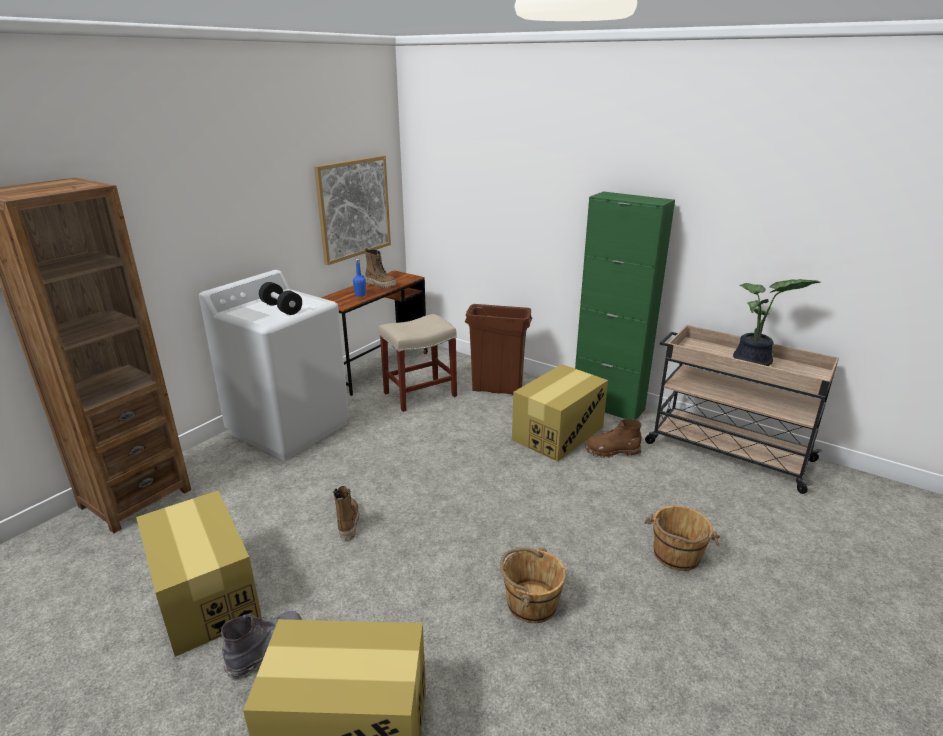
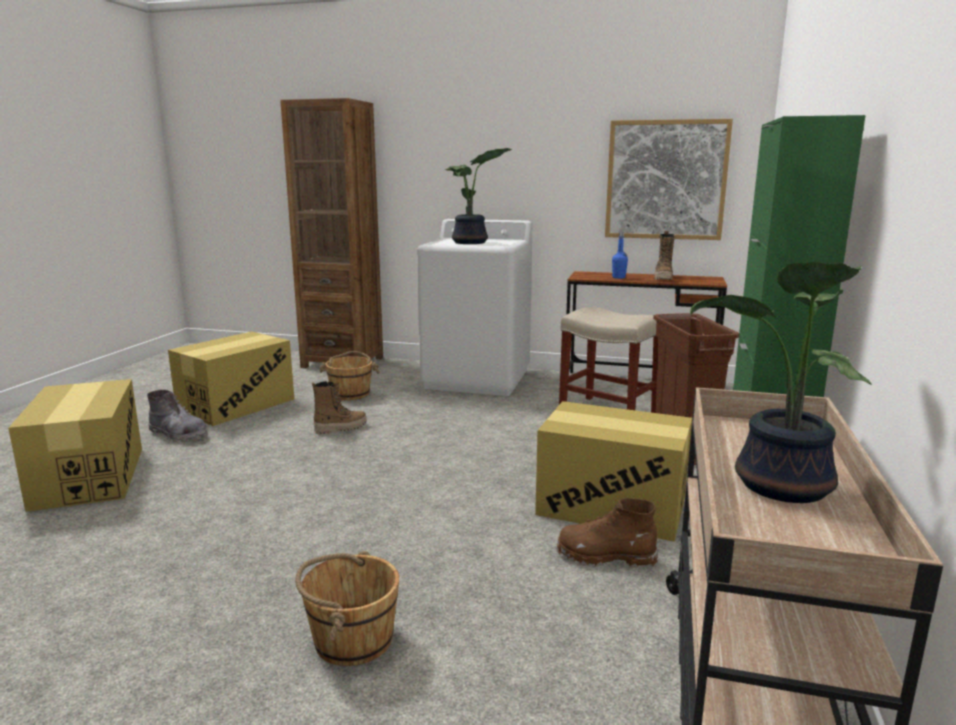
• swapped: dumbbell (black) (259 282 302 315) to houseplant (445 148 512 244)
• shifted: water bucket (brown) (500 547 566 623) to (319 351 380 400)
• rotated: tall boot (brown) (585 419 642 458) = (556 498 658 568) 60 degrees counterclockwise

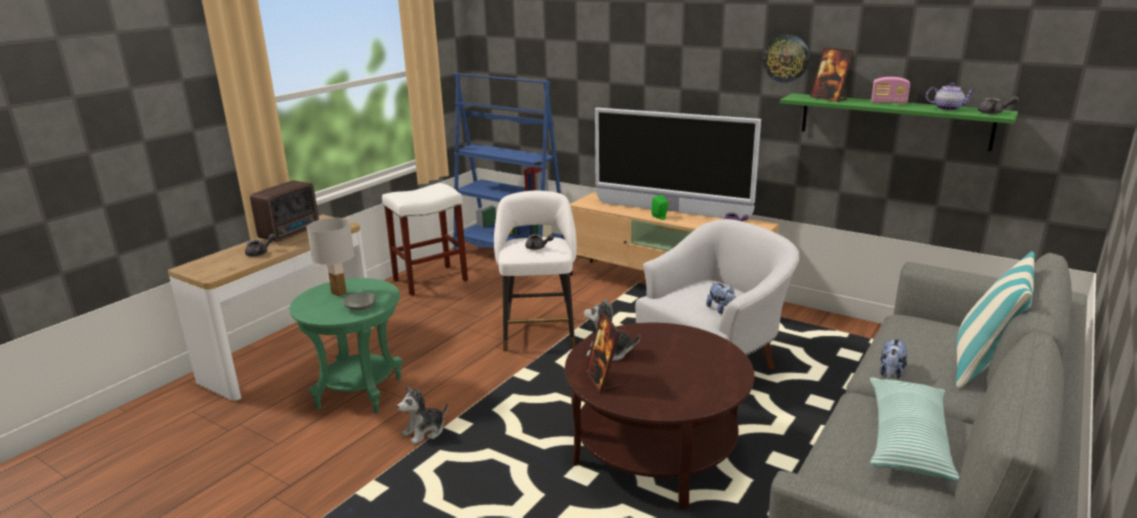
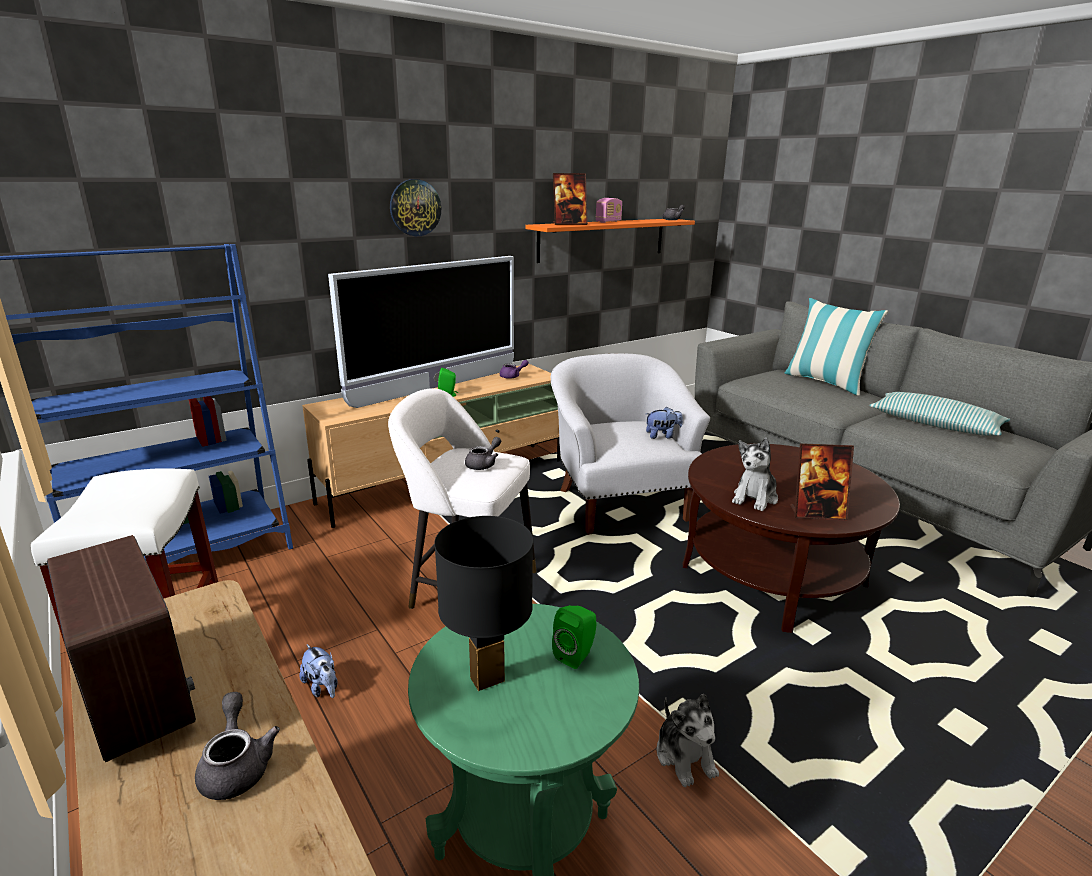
• repainted: tabletop lamp (white-coloured) (307 218 354 297) to tabletop lamp (black) (434 516 533 691)
• swapped: bowl (gray) (343 292 377 310) to loudspeaker (green-coloured) (552 605 596 669)
• shifted: clock on the wall (762 34 810 83) to (390 179 441 236)
• repainted: wall shelf (green-coloured) (780 93 1018 151) to wall shelf (orange) (525 219 695 263)
• shifted: plush toy (880 337 907 379) to (299 644 338 698)
• gone: teapot (926 83 975 111)

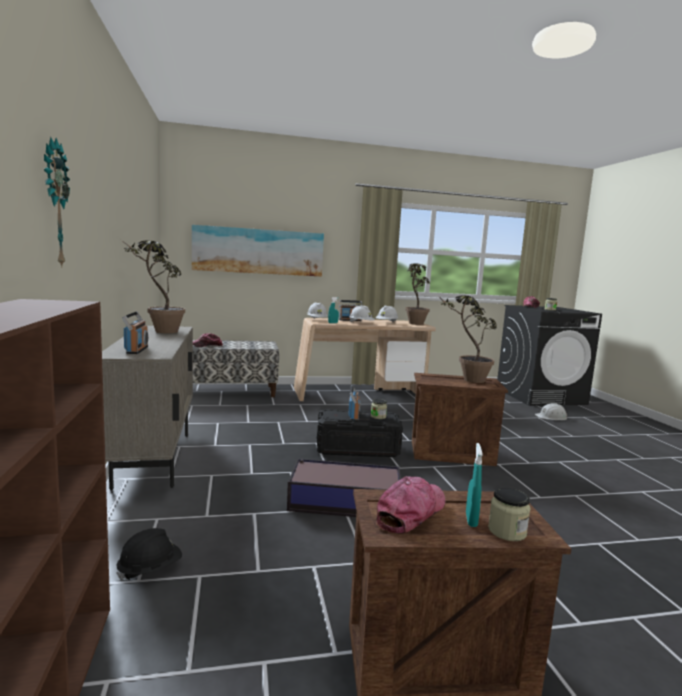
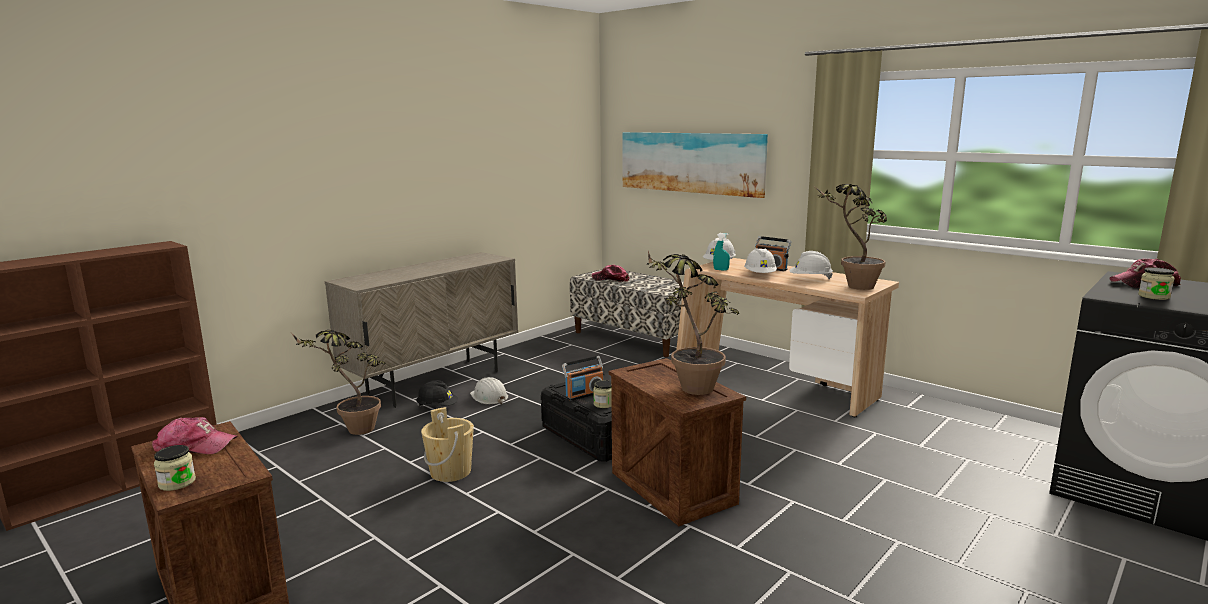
• gone: clock on the wall (44 137 70 267)
• shifted: hard hat (black) (116 528 182 581) to (416 380 458 406)
• shifted: houseplant (121 240 185 333) to (292 330 386 435)
• gone: radio (122 311 148 354)
• swapped: storage bin (287 458 401 517) to water bucket (beige) (421 407 474 482)
• gone: hand sprayer (turquoise) (466 443 483 527)
• shifted: hard hat (white-coloured) (535 403 567 420) to (470 377 508 404)

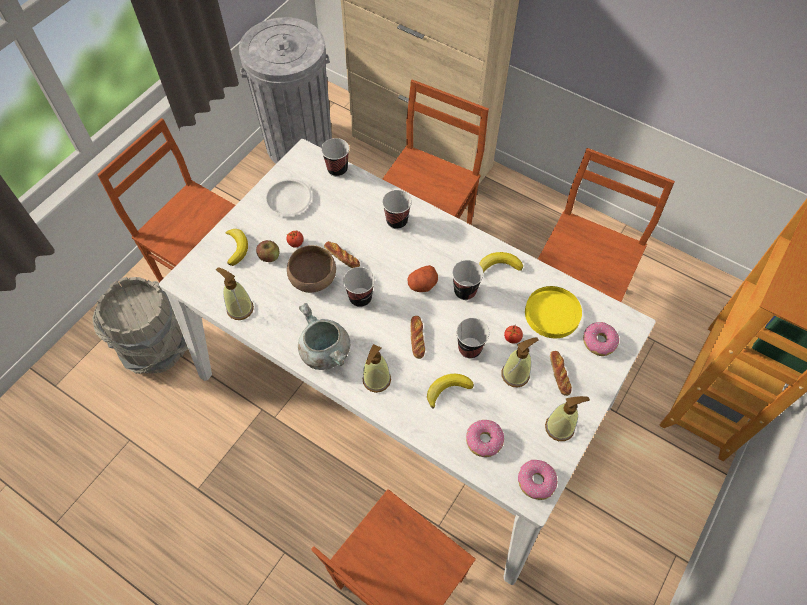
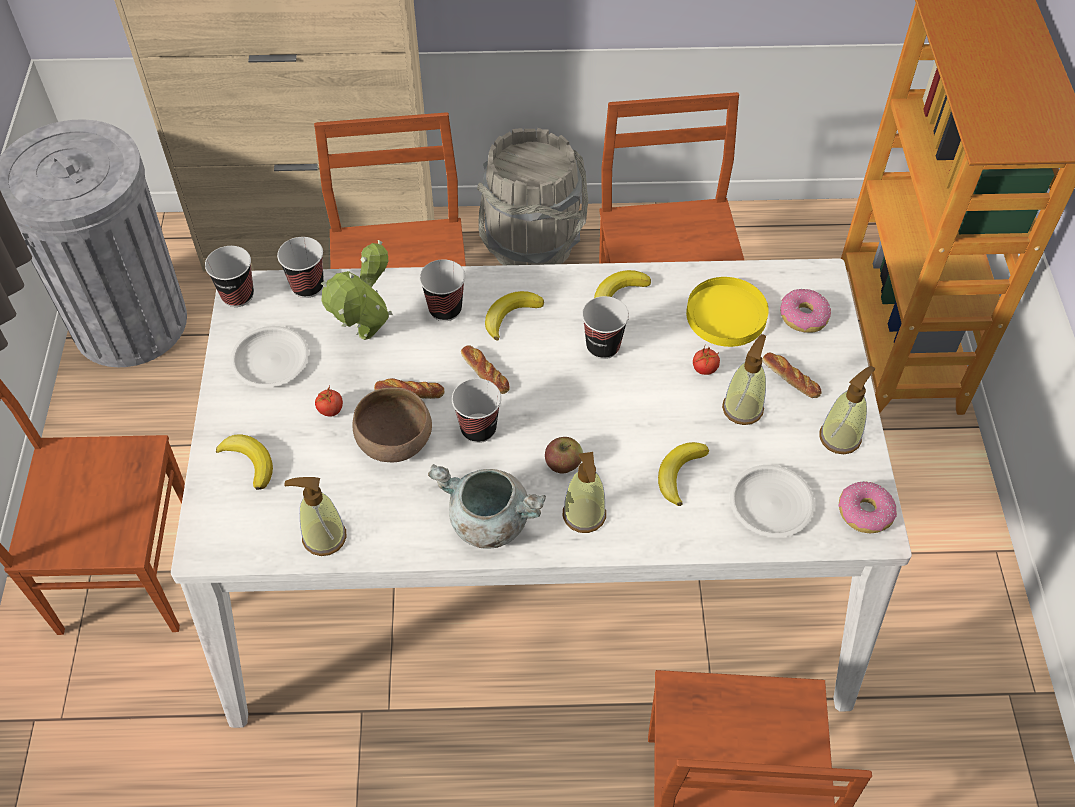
• shifted: water bucket (gray) (92 277 188 374) to (477 128 588 265)
• shifted: apple fruit (256 240 279 262) to (545 437 583 474)
• gone: potato (407 265 438 292)
• shifted: bread (410 316 425 359) to (461 345 510 394)
• shifted: cup (456 318 489 358) to (205 246 254 307)
• swapped: doughnut (466 420 504 457) to plate (white-coloured) (730 465 815 537)
• new: houseplant (321 240 393 340)
• new: banana (485 291 544 341)

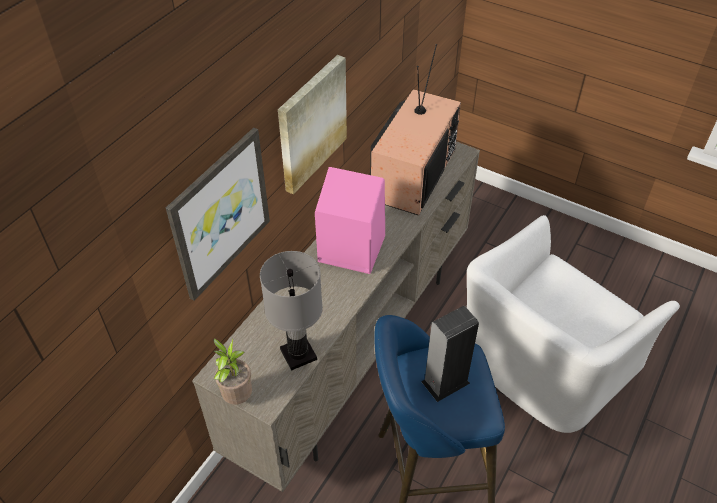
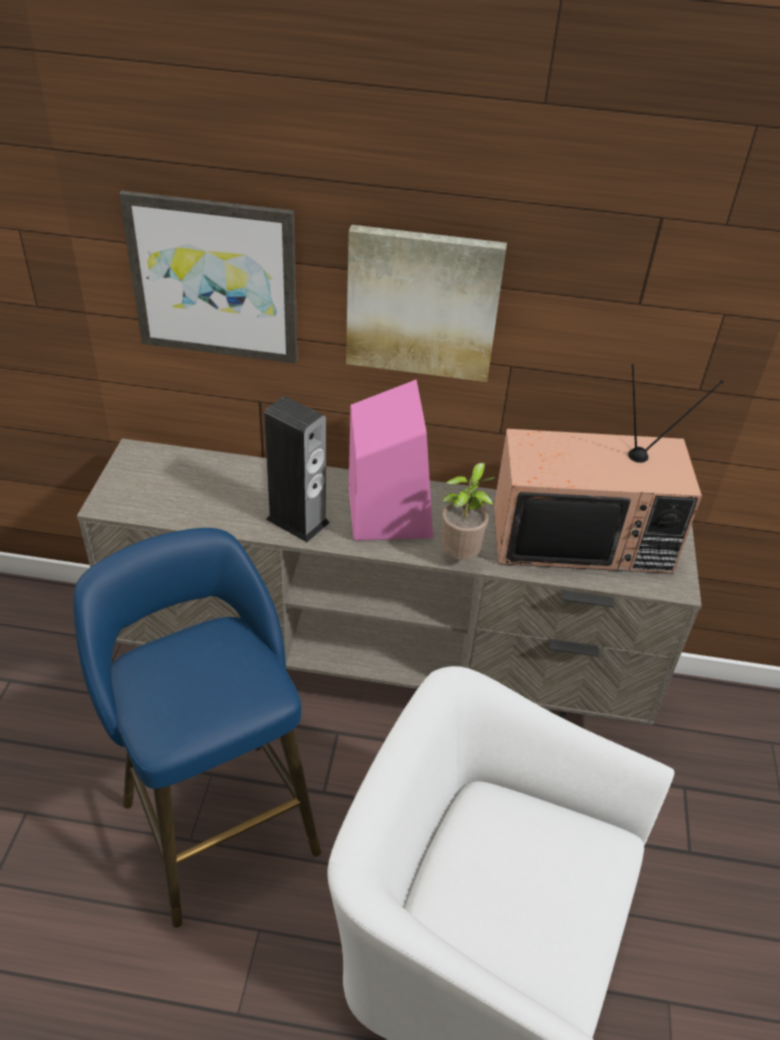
• shifted: houseplant (214 338 252 405) to (441 463 496 560)
• gone: tabletop lamp (gray) (260 251 323 371)
• shifted: loudspeaker (422 306 479 402) to (264 396 330 542)

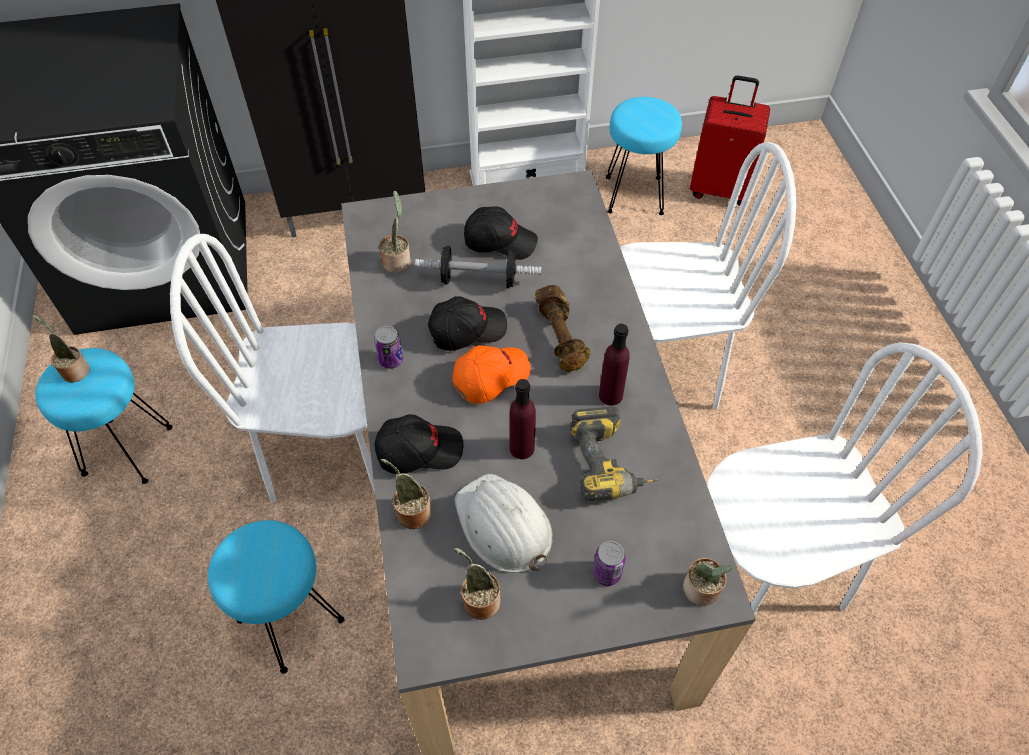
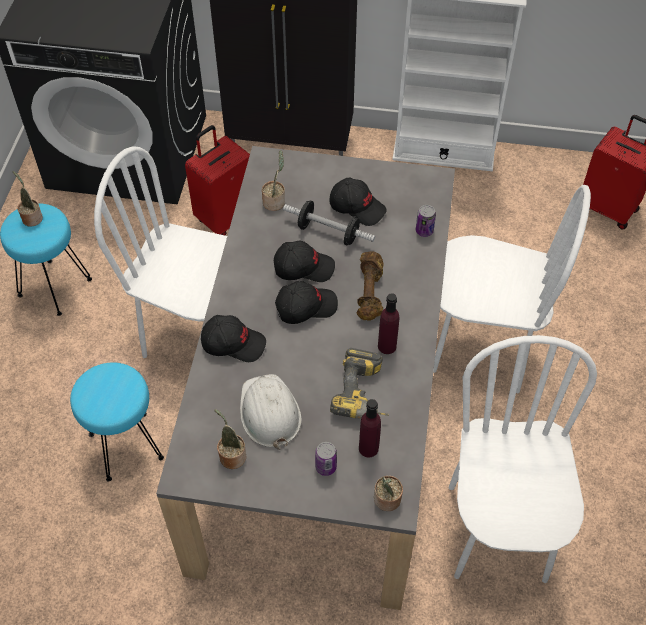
• shifted: sealed can (374 326 403 369) to (416 205 436 237)
• gone: houseplant (381 459 432 529)
• repainted: cap (orange) (453 345 531 404) to cap (black) (275 281 338 324)
• shifted: bottle (purplish) (509 379 536 459) to (359 399 381 457)
• gone: stool (turquoise) (606 97 682 215)
• rotated: chair (white-coloured) (707 342 982 615) = (449 335 597 583) 90 degrees counterclockwise
• new: suitcase (red) (185 125 250 235)

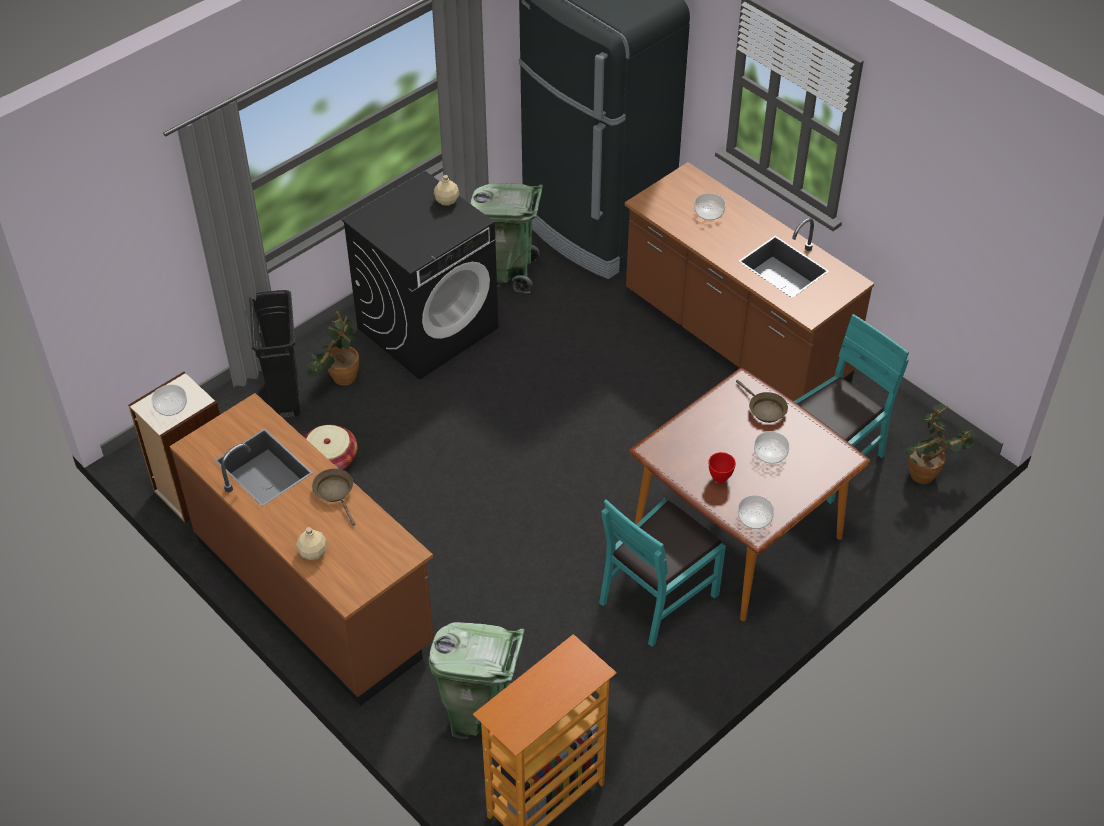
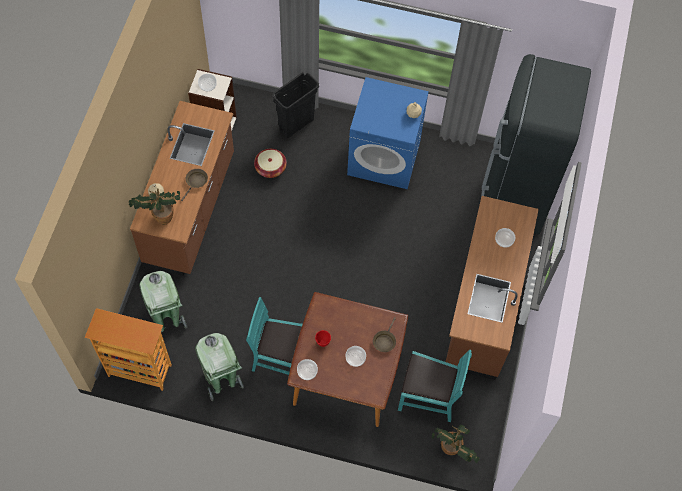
• shifted: houseplant (306 311 359 386) to (129 188 180 224)
• repainted: laundry machine (black) (342 171 499 380) to laundry machine (blue-coloured) (347 77 429 189)
• shifted: rubbish bin (green-coloured) (470 183 543 293) to (195 333 244 401)

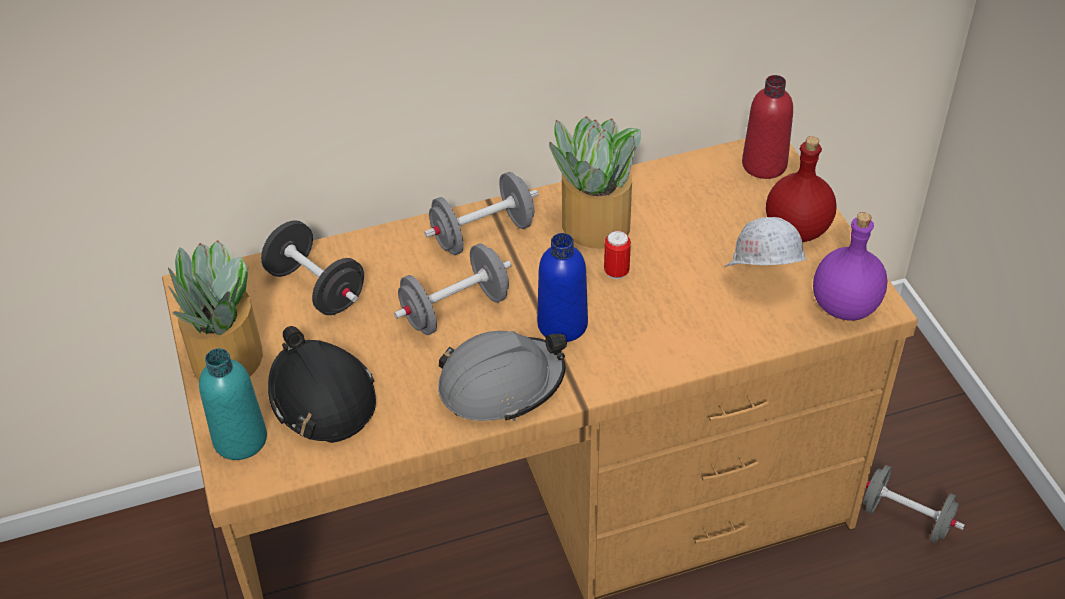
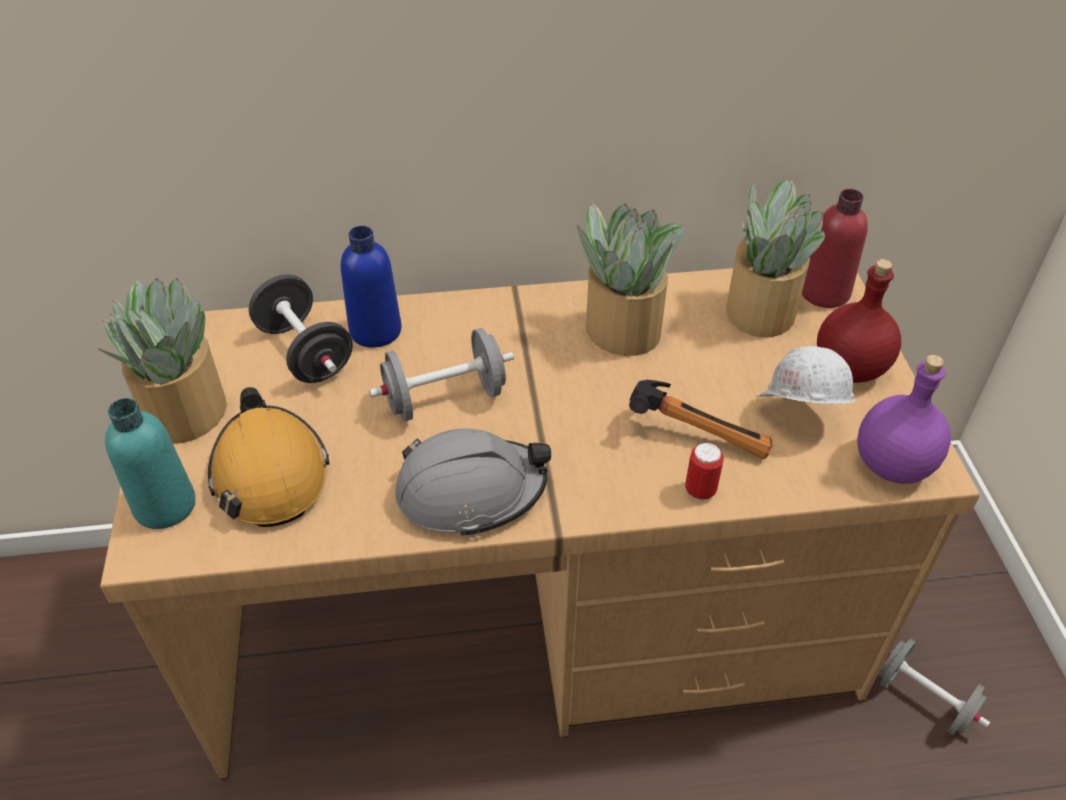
• repainted: hard hat (black) (268 326 376 443) to hard hat (orange) (208 387 330 527)
• gone: dumbbell (gray) (424 172 538 255)
• shifted: bottle (blue-coloured) (537 233 588 342) to (341 226 402 348)
• shifted: sealed can (604 231 631 279) to (685 442 724 501)
• new: hammer (629 380 772 459)
• new: houseplant (726 179 825 337)

